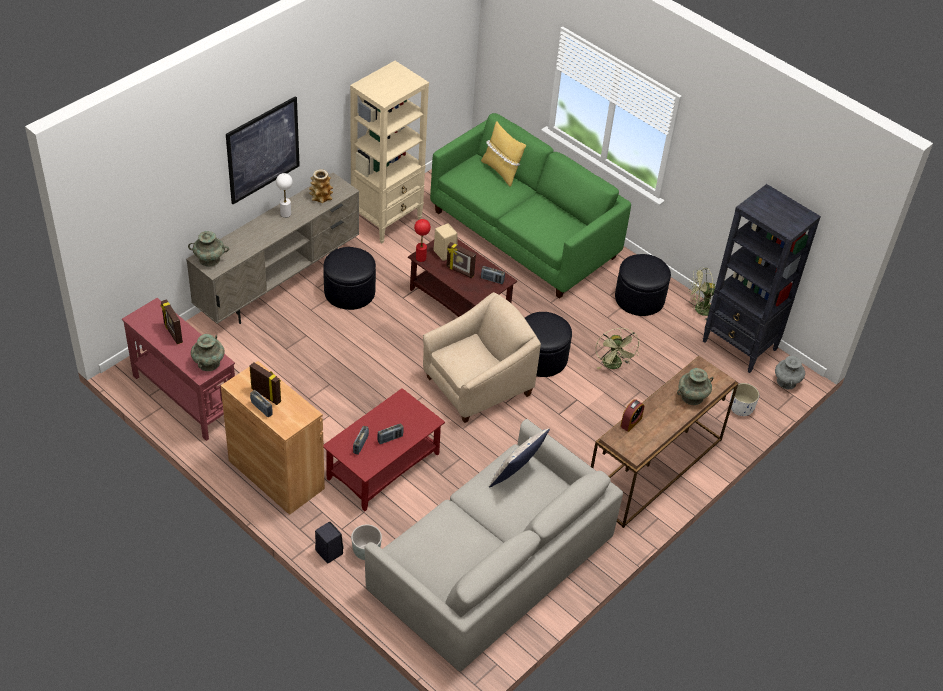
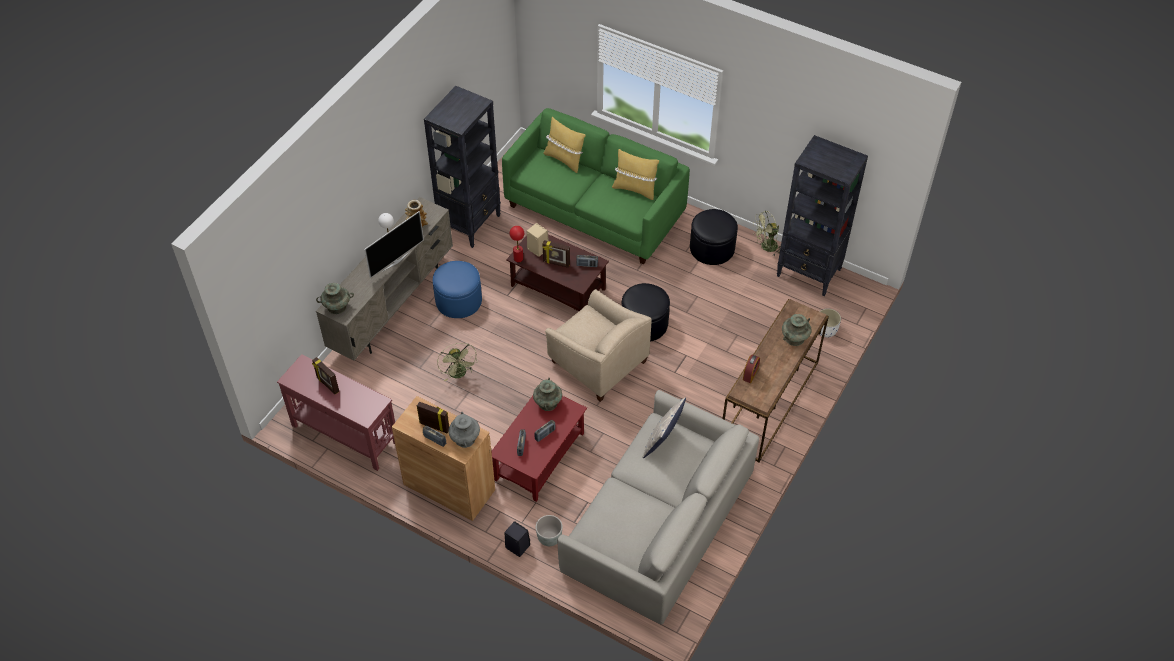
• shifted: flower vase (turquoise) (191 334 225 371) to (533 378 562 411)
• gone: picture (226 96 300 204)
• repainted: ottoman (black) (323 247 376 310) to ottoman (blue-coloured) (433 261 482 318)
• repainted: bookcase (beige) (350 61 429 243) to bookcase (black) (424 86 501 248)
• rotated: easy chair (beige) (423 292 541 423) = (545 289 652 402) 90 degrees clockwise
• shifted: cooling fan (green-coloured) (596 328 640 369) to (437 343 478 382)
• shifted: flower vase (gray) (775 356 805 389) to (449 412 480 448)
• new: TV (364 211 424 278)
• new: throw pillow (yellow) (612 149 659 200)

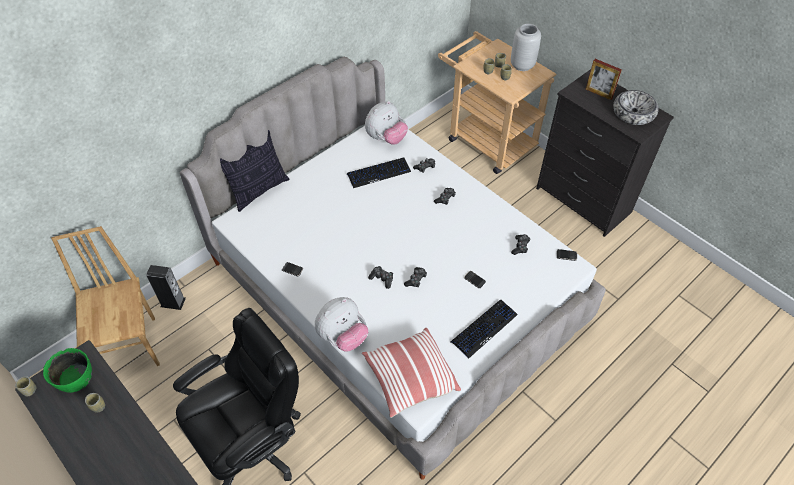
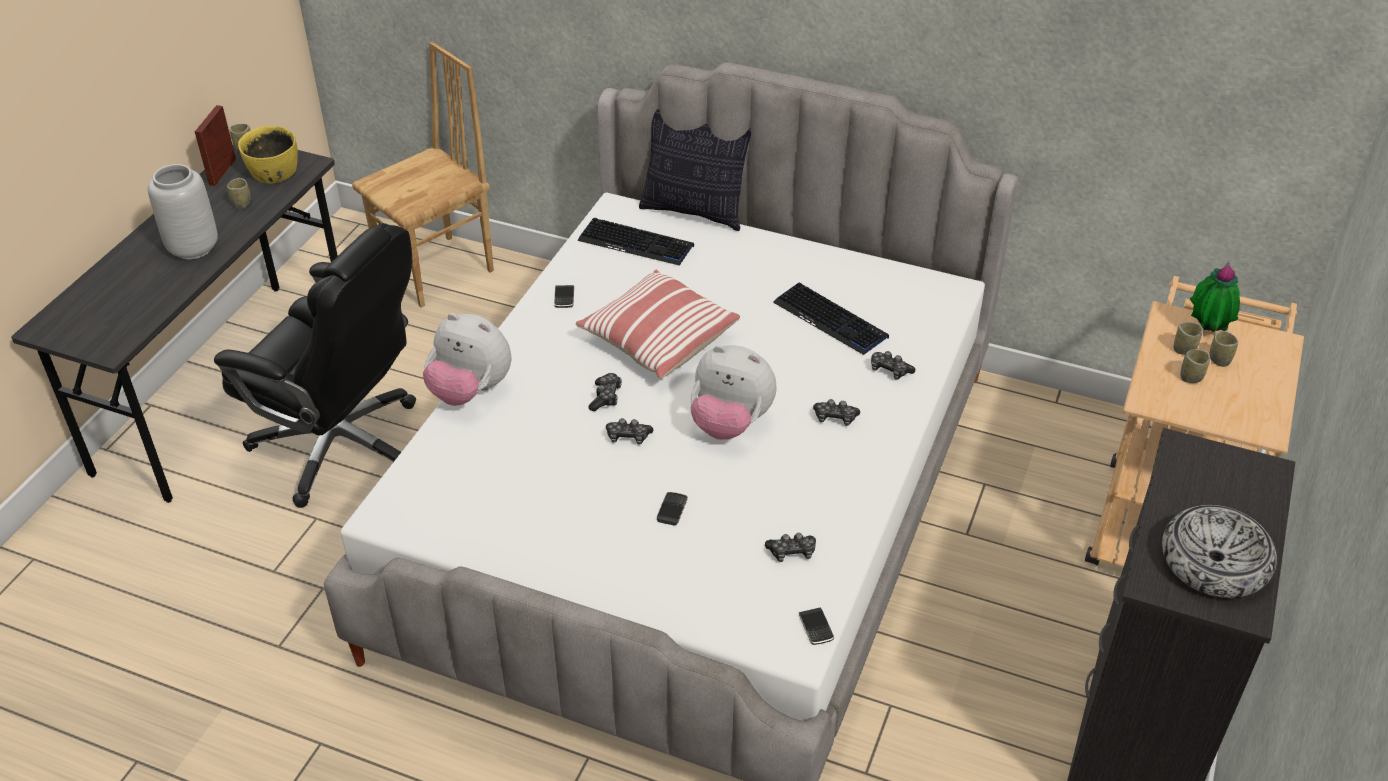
• repainted: bowl (green-coloured) (43 348 92 393) to bowl (yellow) (238 126 298 184)
• gone: loudspeaker (146 265 186 310)
• shifted: throw pillow (362 328 461 418) to (576 270 740 379)
• shifted: plush toy (365 101 408 145) to (690 345 777 440)
• shifted: PC keyboard (451 299 518 359) to (578 218 694 266)
• shifted: flower vase (gray) (511 24 541 71) to (148 164 218 259)
• shifted: standing frame (586 59 622 100) to (195 105 236 186)
• new: houseplant (1190 262 1240 332)

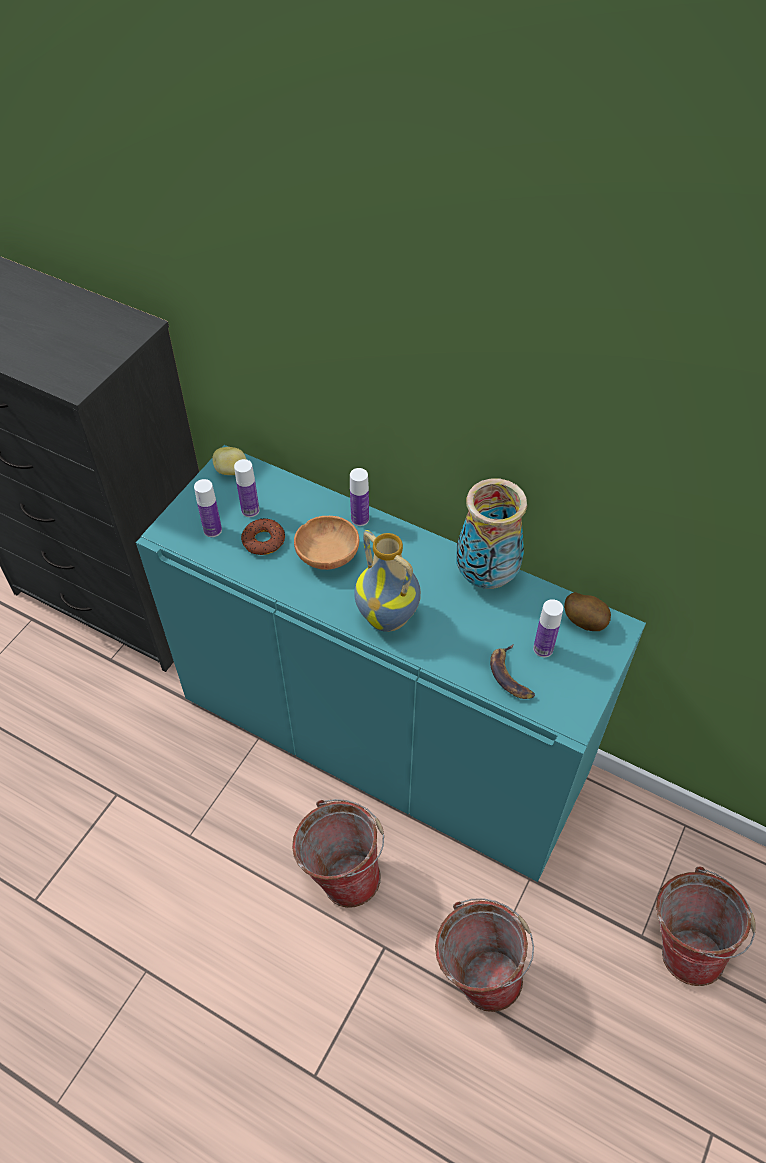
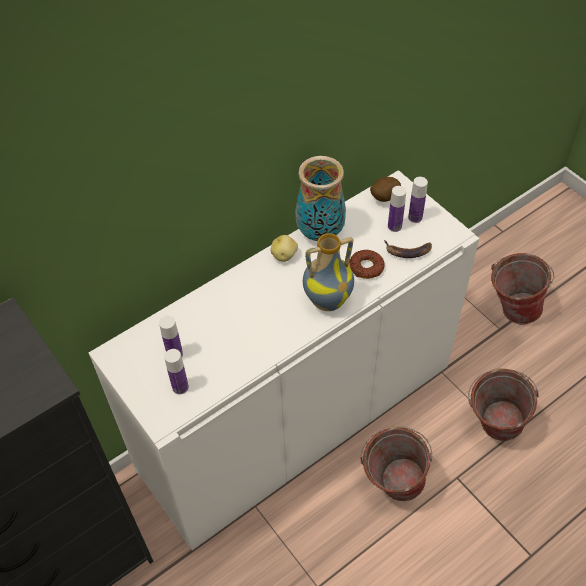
• repainted: cupboard (turquoise) (136 445 646 882) to cupboard (white-coloured) (89 170 479 550)
• shifted: potato (212 447 247 475) to (271 235 298 262)
• shifted: doughnut (241 518 285 555) to (349 250 385 279)
• gone: bowl (brown) (294 516 359 570)
• shifted: bottle (350 468 369 526) to (408 177 428 223)

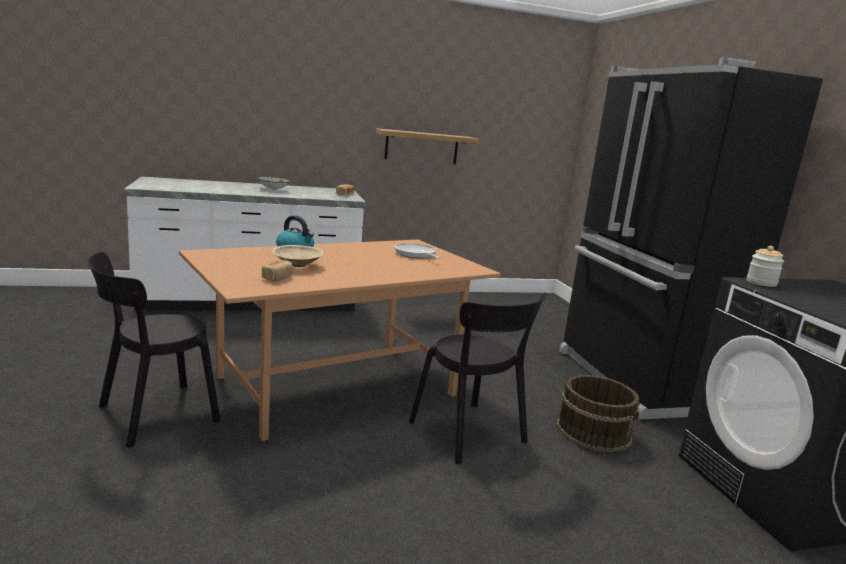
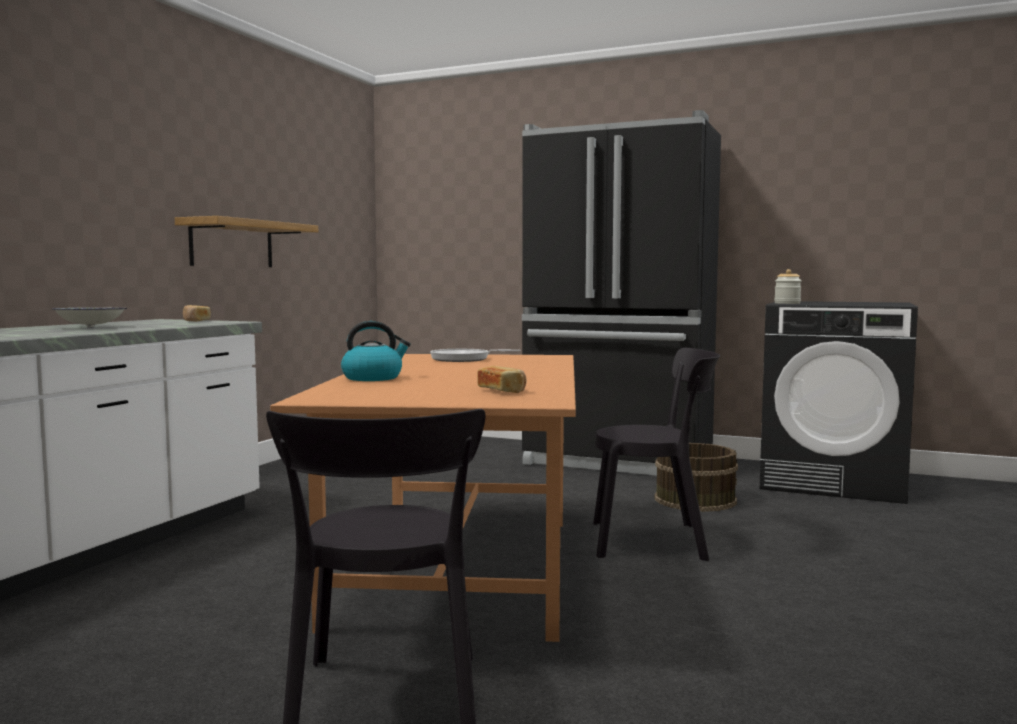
• gone: bowl (beige) (272 245 324 267)

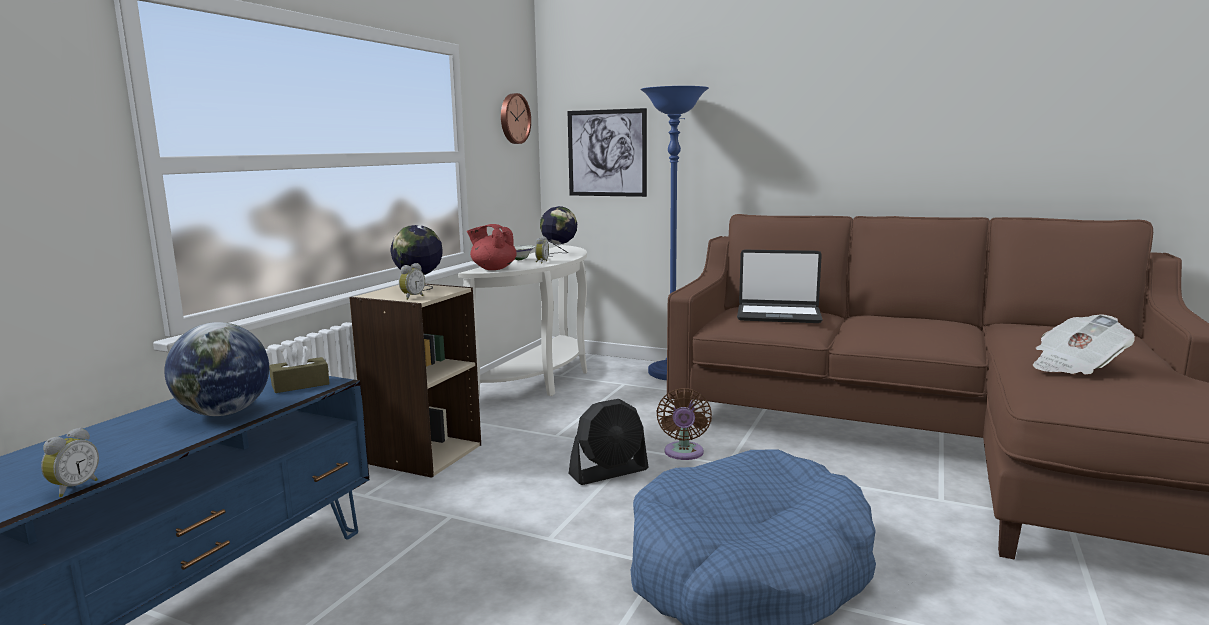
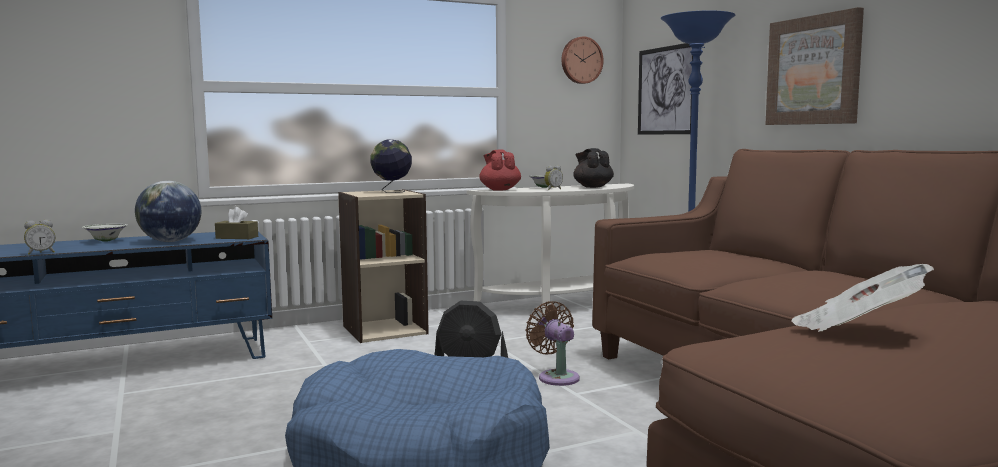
• gone: bedside clock (399 263 425 300)
• swapped: globe (540 206 577 257) to teapot (black) (573 148 614 188)
• rotated: cooling fan (brown) (656 388 712 460) = (526 301 580 386) 105 degrees clockwise
• gone: laptop (737 250 823 323)
• new: bowl (white-coloured) (82 224 127 242)
• new: picture (766 7 864 125)

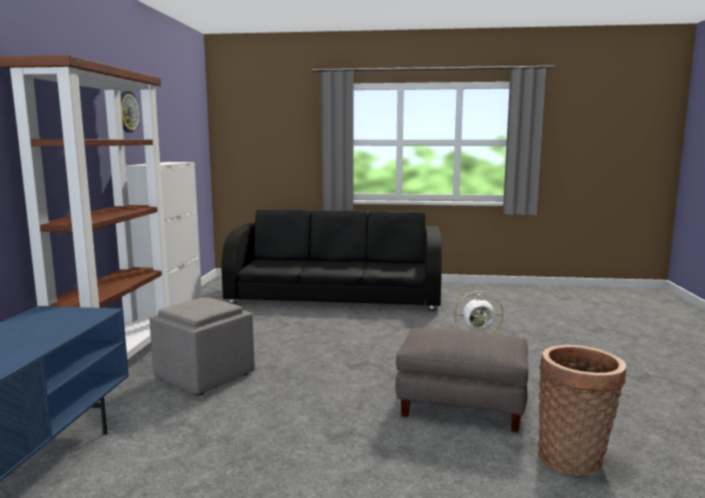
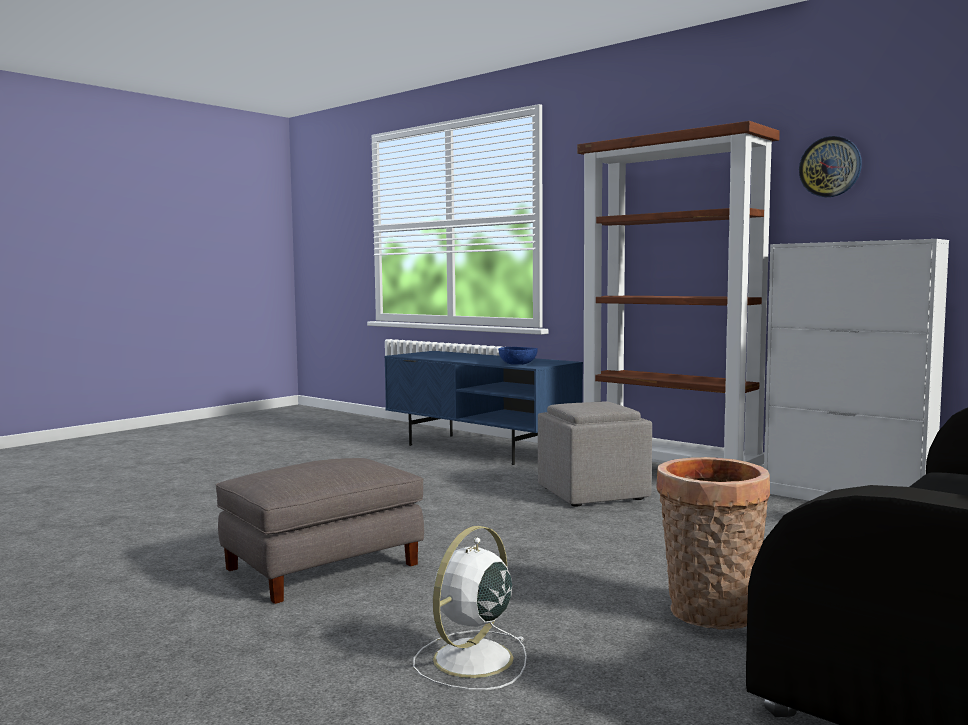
• shifted: household basket (538 345 626 476) to (656 457 770 630)
• new: bowl (blue-coloured) (498 347 538 365)

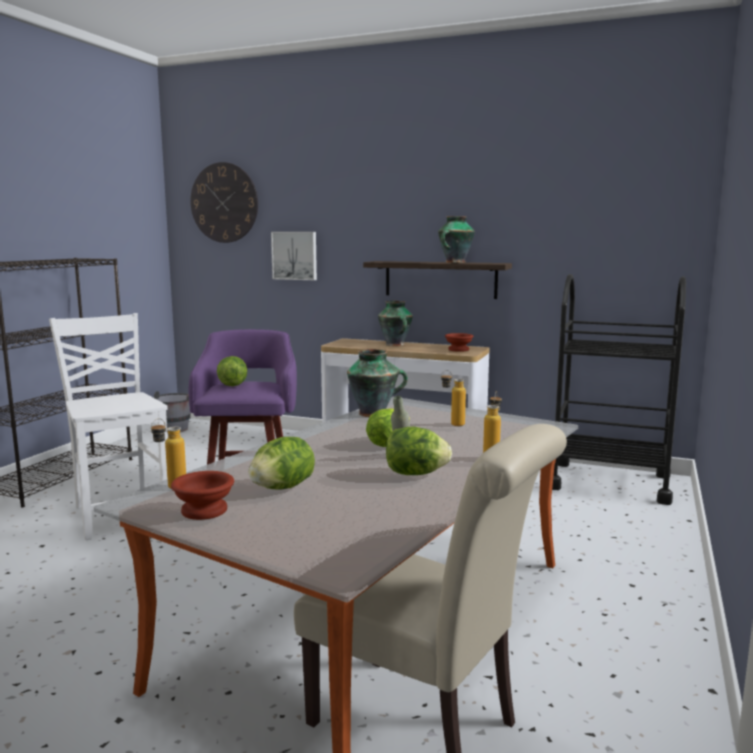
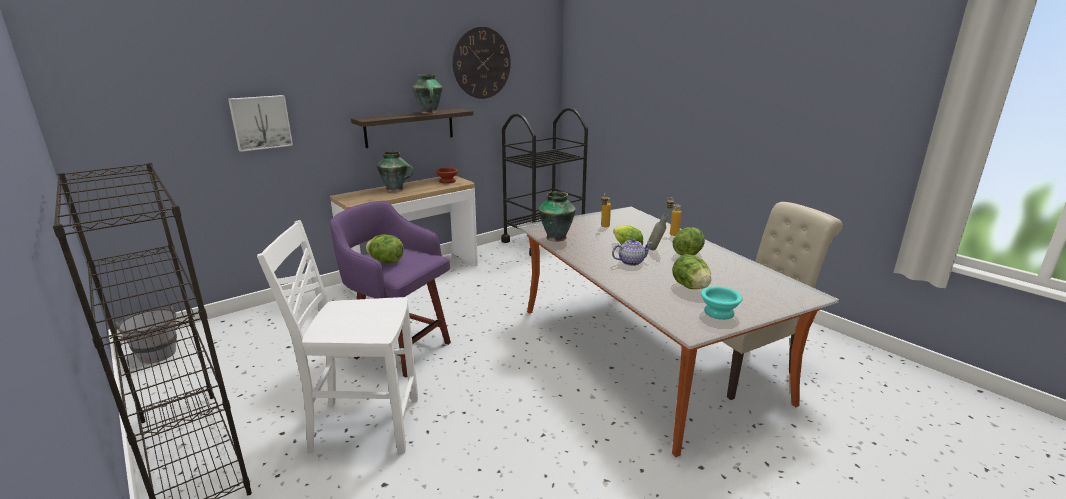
• gone: bottle (151 418 186 489)
• repainted: bowl (brown) (171 471 234 520) to bowl (turquoise) (701 286 743 320)
• shifted: clock on the wall (190 162 258 243) to (452 27 511 99)
• new: teapot (612 238 653 266)

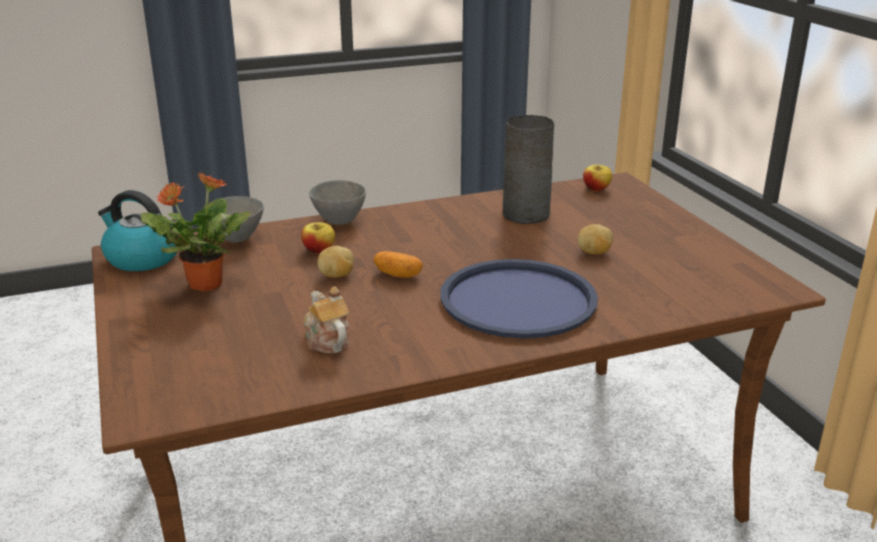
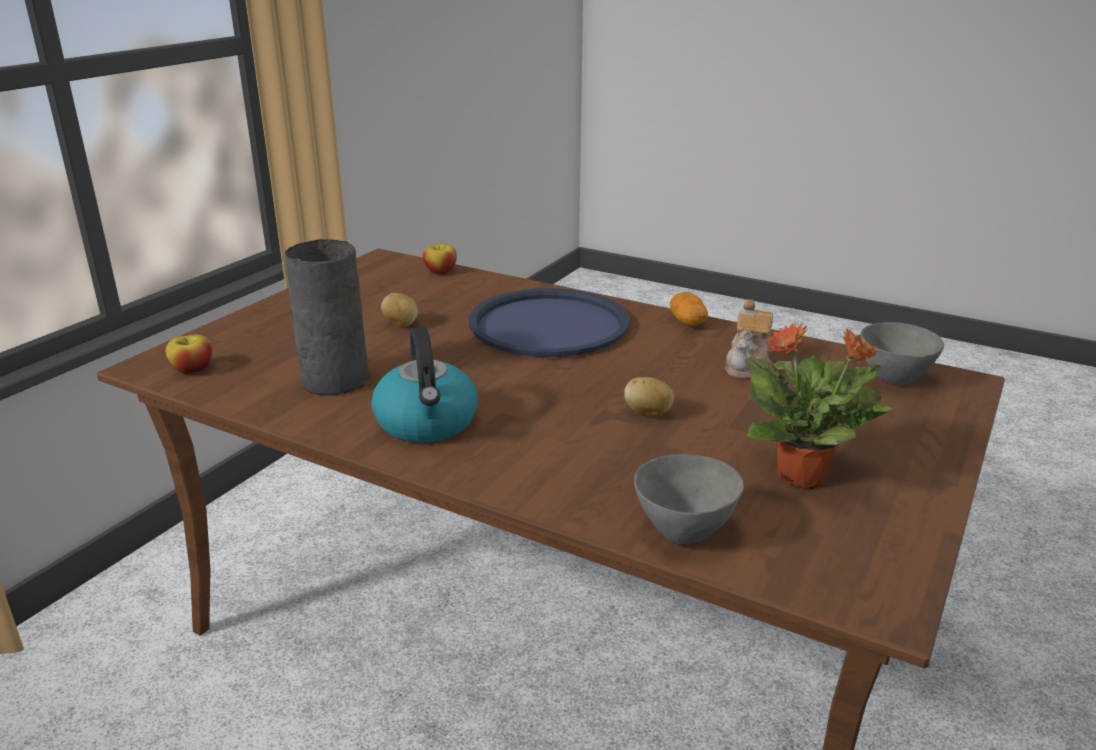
• shifted: water kettle (98 190 177 271) to (371 327 478 443)
• shifted: apple fruit (301 222 335 254) to (422 244 457 274)
• shifted: bowl (gray) (309 180 366 225) to (860 322 944 385)
• shifted: potato (373 251 423 278) to (670 292 708 326)

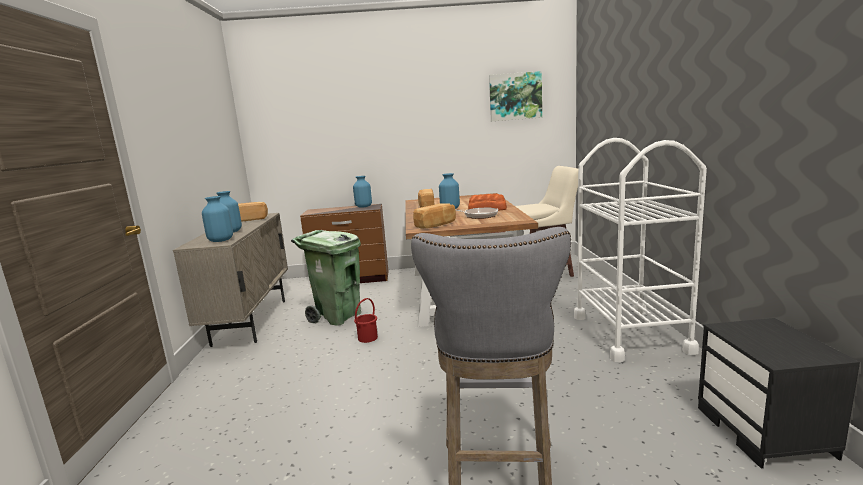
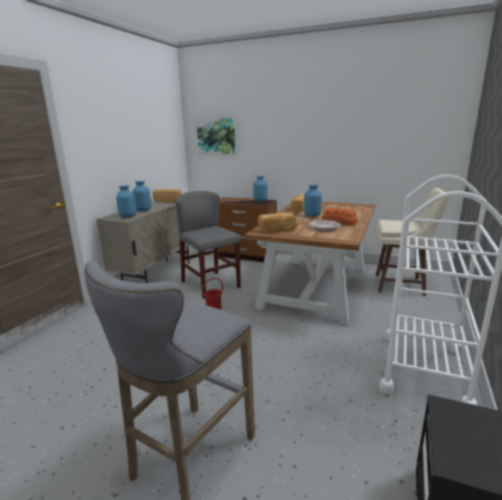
• swapped: rubbish bin (green-coloured) (291 230 361 326) to chair (gray) (176 191 241 299)
• shifted: picture (489 71 542 121) to (196 118 235 155)

